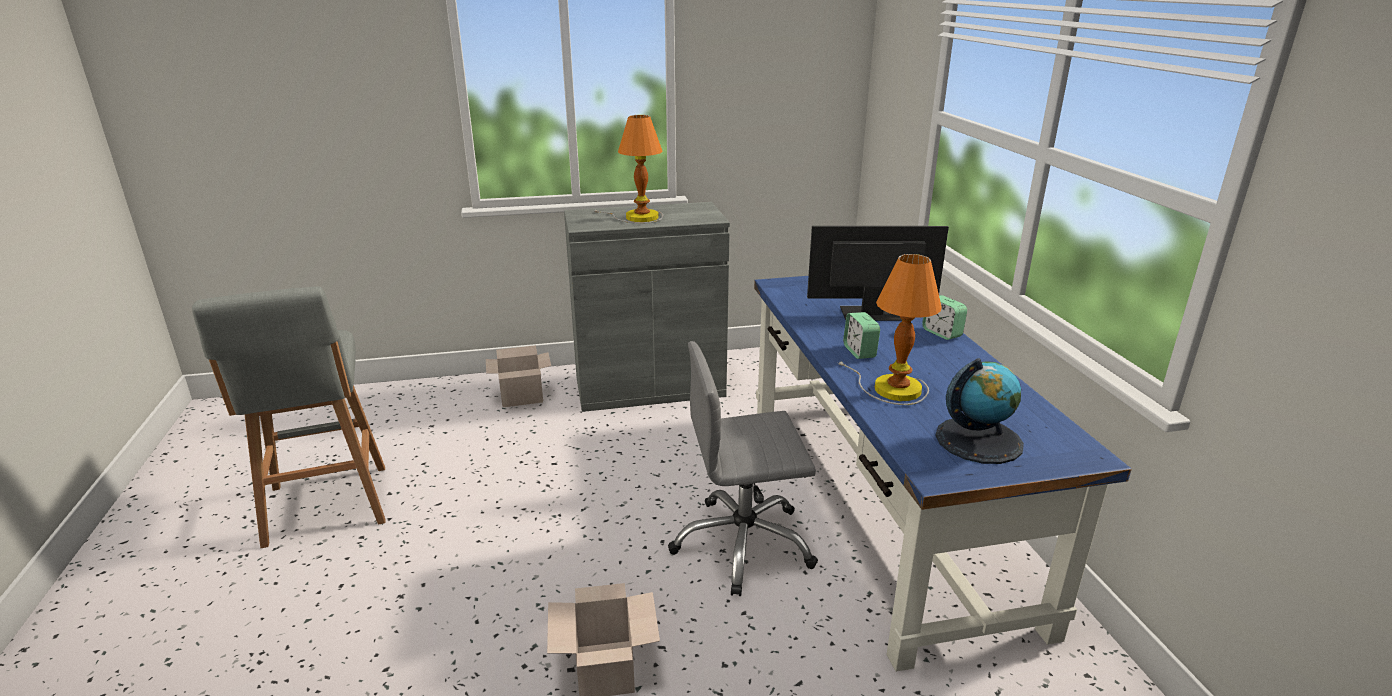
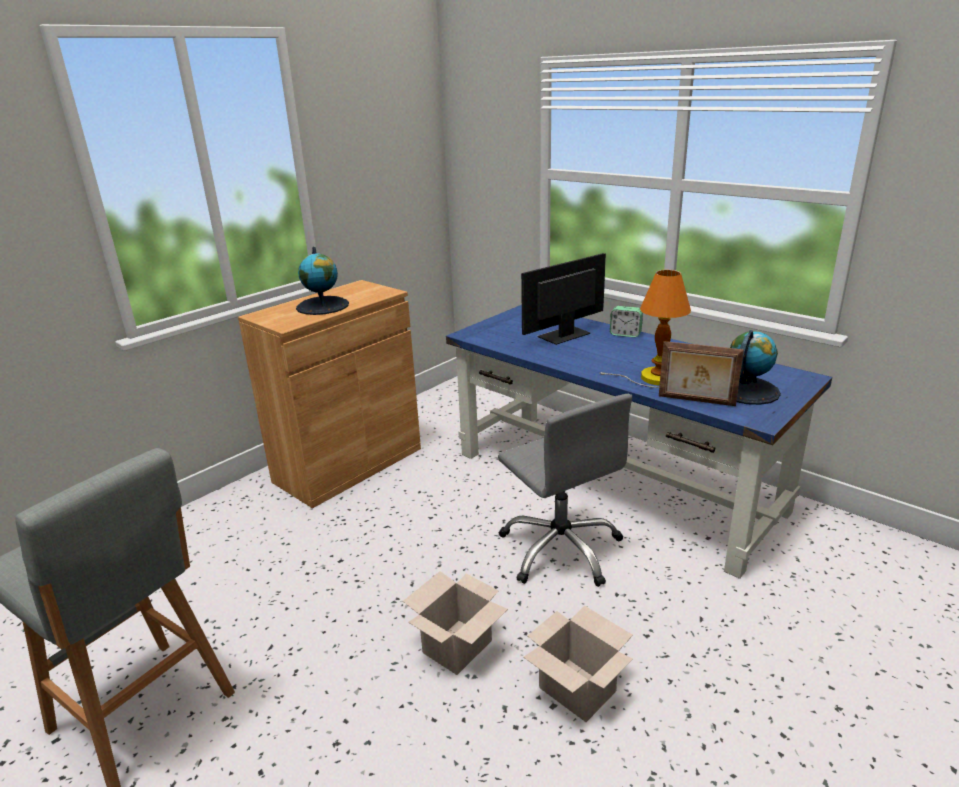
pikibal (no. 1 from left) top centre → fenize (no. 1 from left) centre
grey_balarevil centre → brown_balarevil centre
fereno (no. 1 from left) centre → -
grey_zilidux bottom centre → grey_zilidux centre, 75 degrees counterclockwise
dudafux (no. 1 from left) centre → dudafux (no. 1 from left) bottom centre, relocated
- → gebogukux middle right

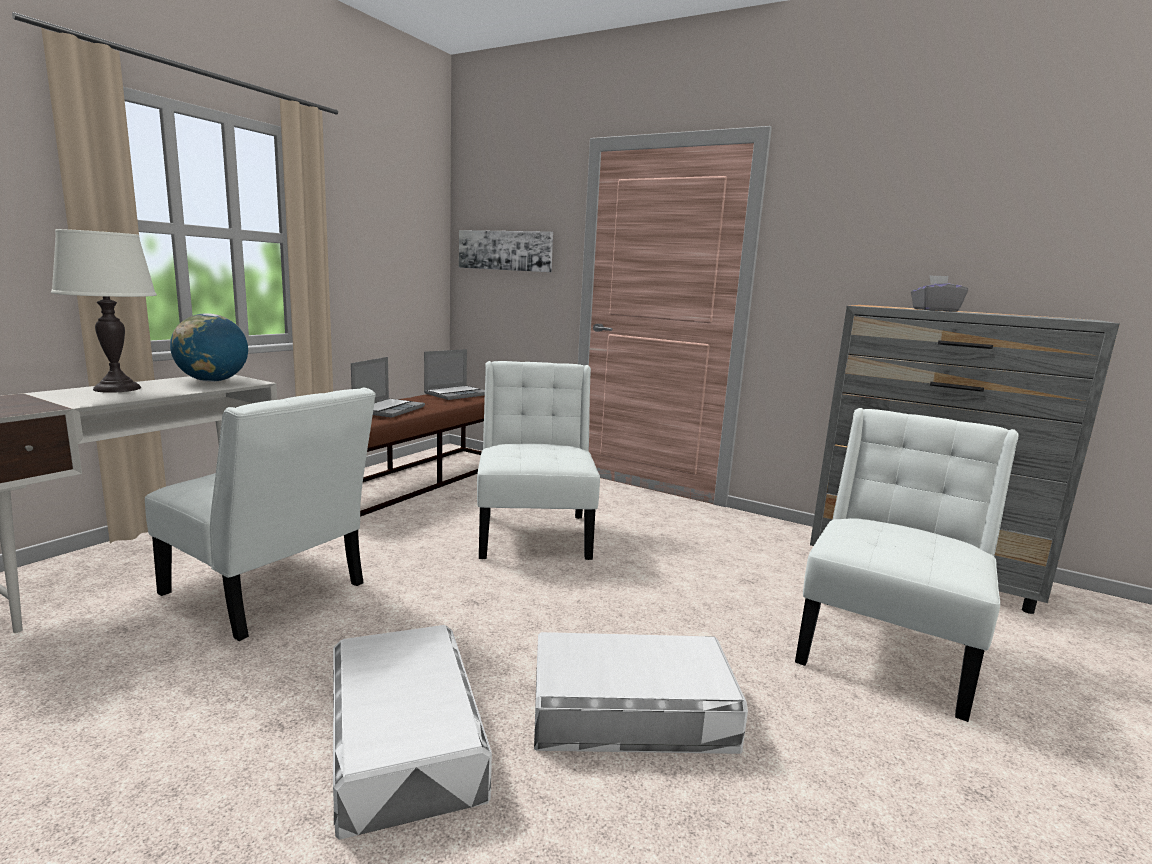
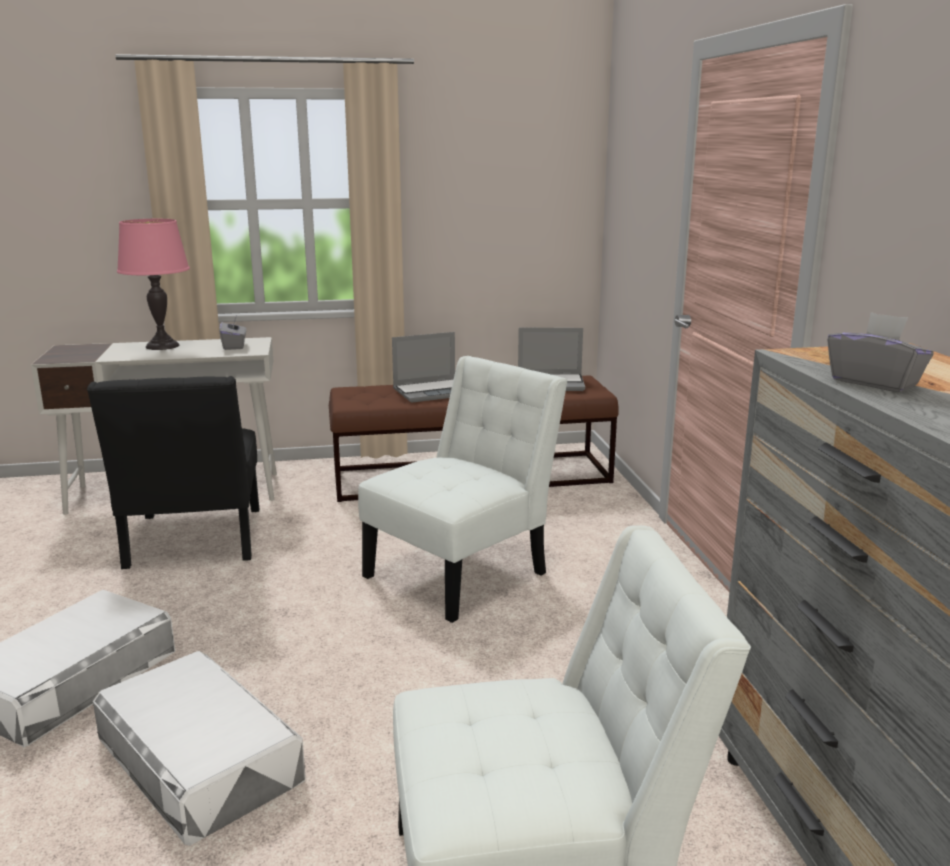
white_pikibal middle left → pink_pikibal top left
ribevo top centre → -
fenize middle left → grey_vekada (no. 1 from left) middle left
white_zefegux (no. 1 from left) middle left → black_zefegux middle left

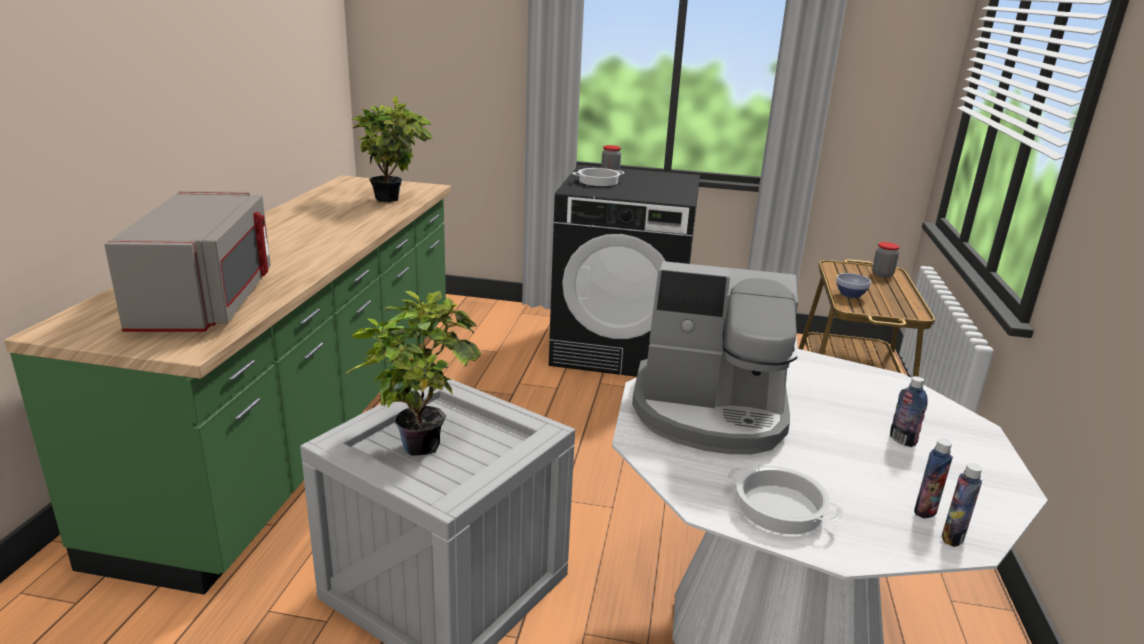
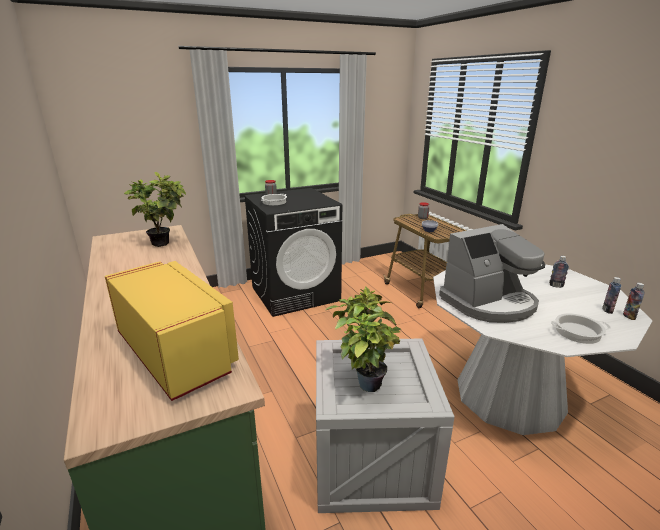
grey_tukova middle left → yellow_tukova middle left

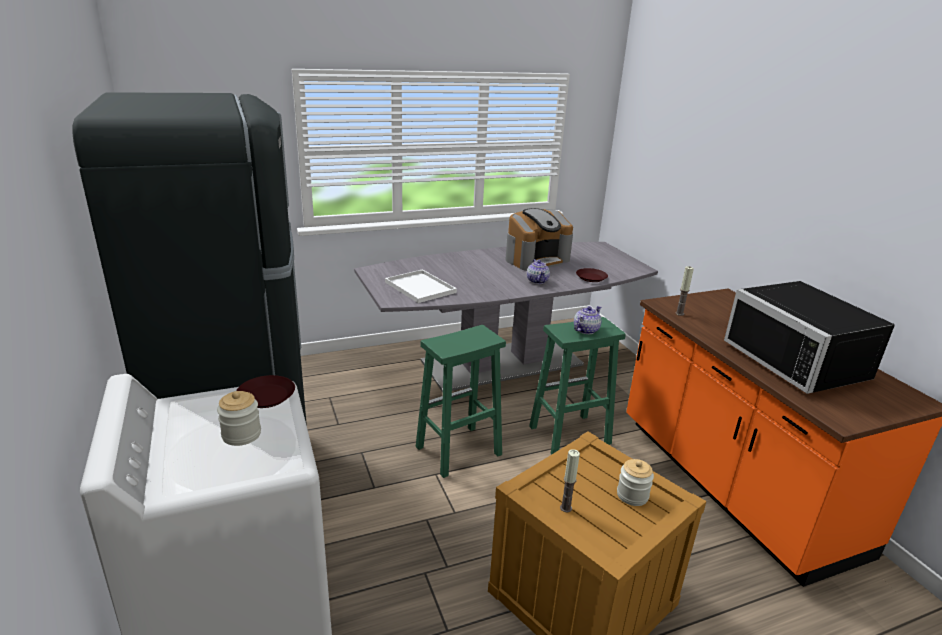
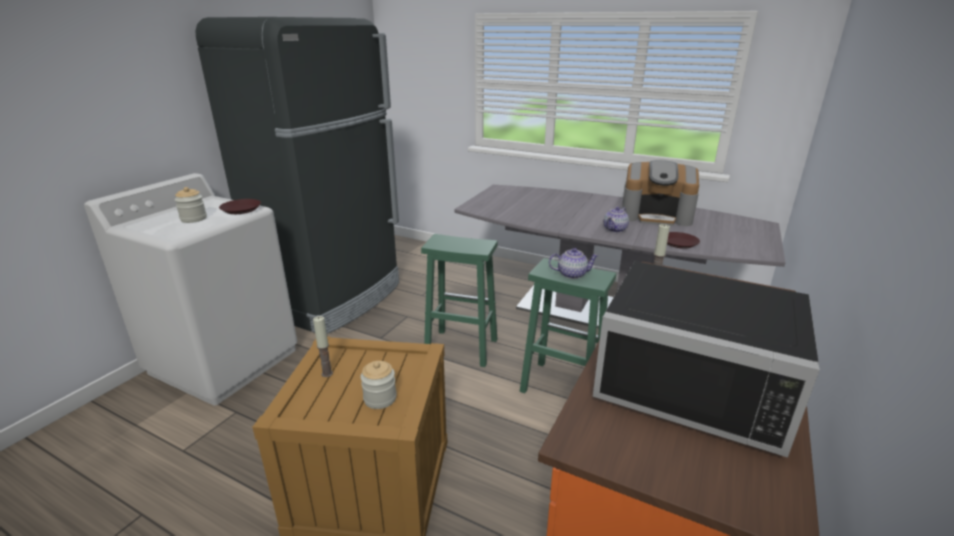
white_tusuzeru centre → -
black_tukova middle right → black_tukova bottom right, 90 degrees counterclockwise

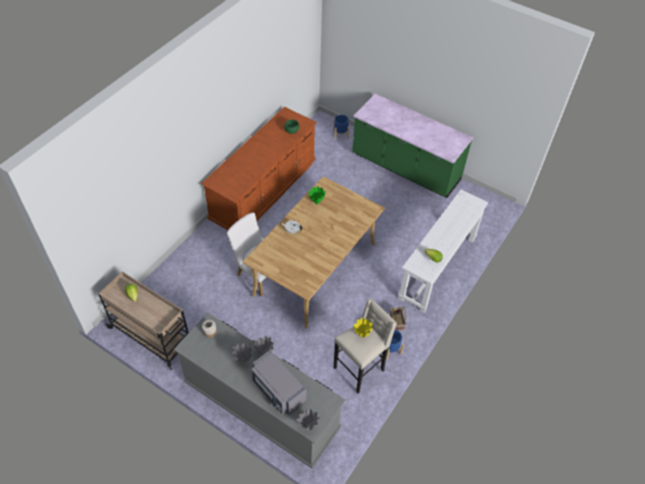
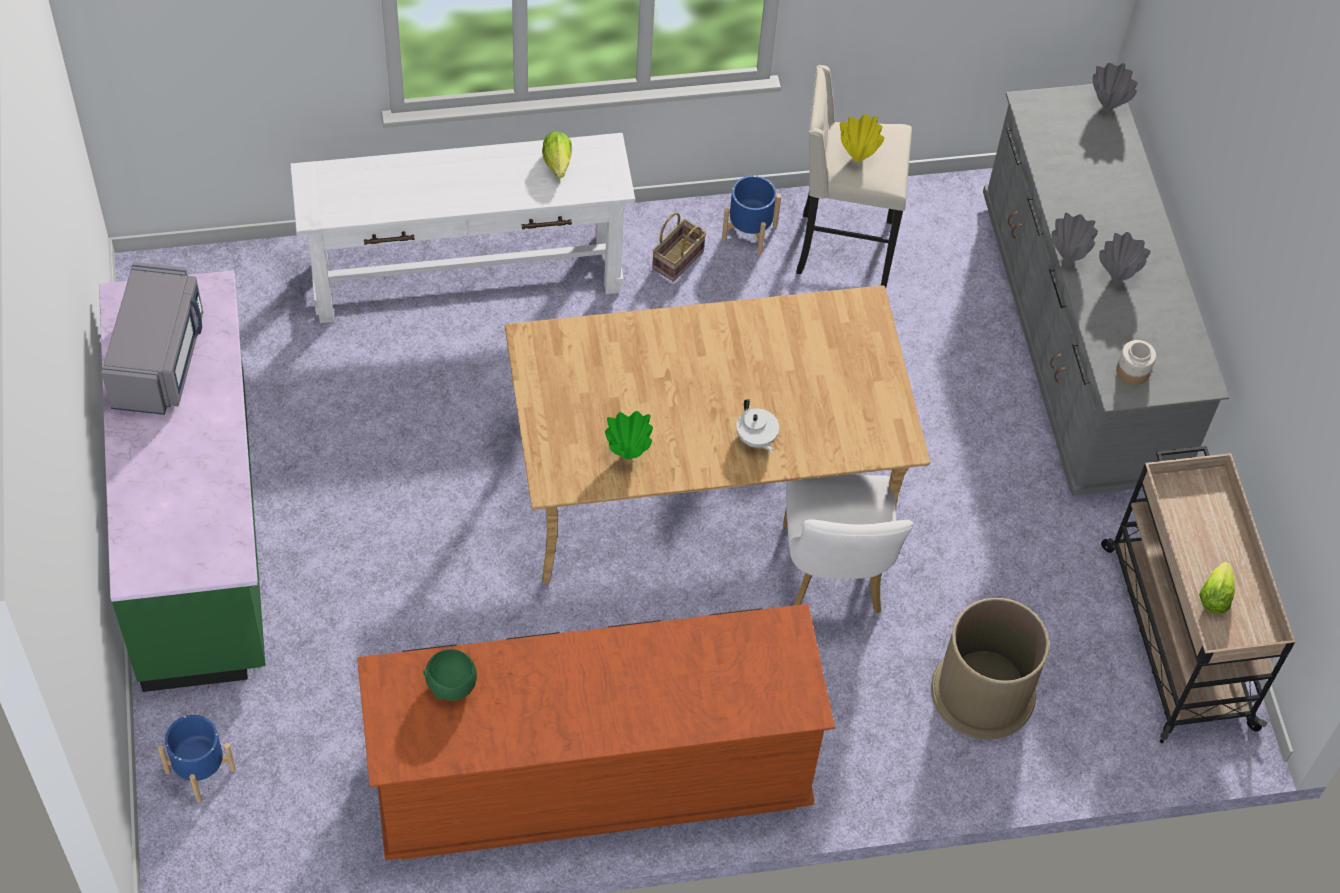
grey_tukova bottom centre → grey_tukova middle left, relocated
- → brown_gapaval bottom right

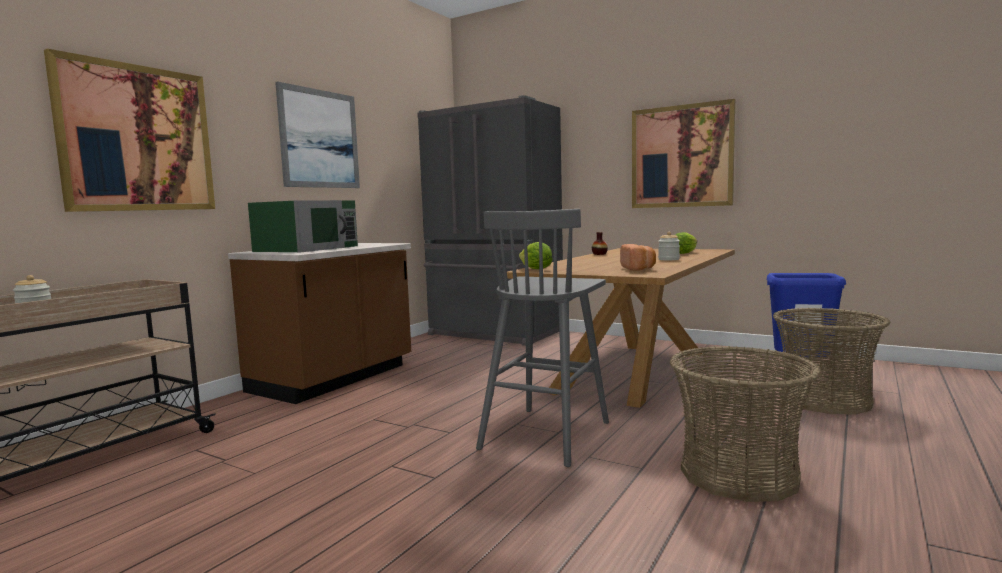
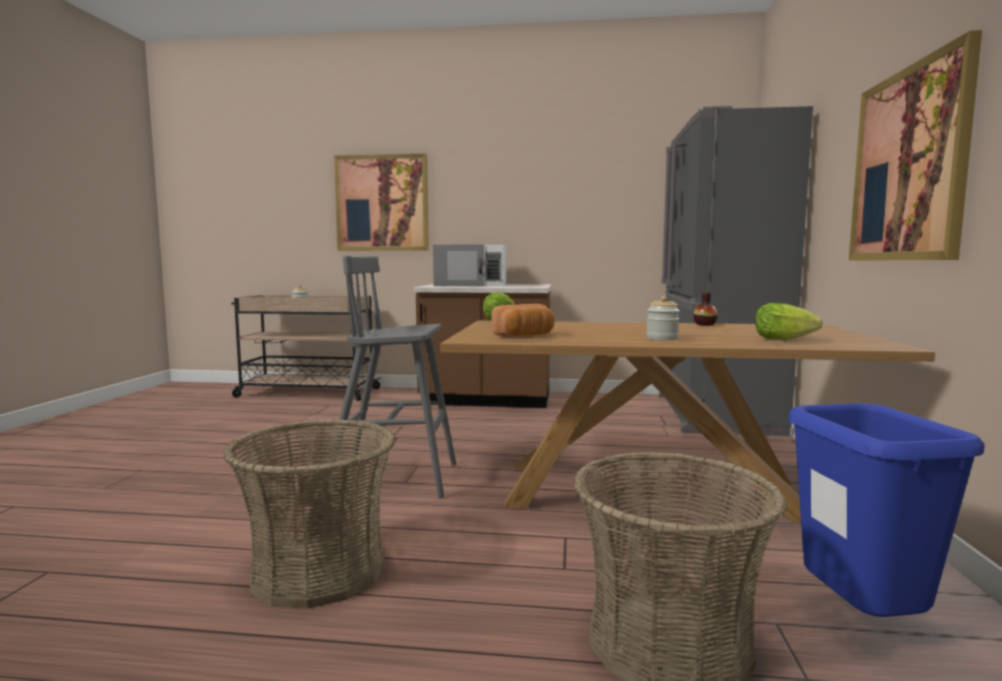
ribevo (no. 2 from left) top left → -
green_tukova middle left → white_tukova centre

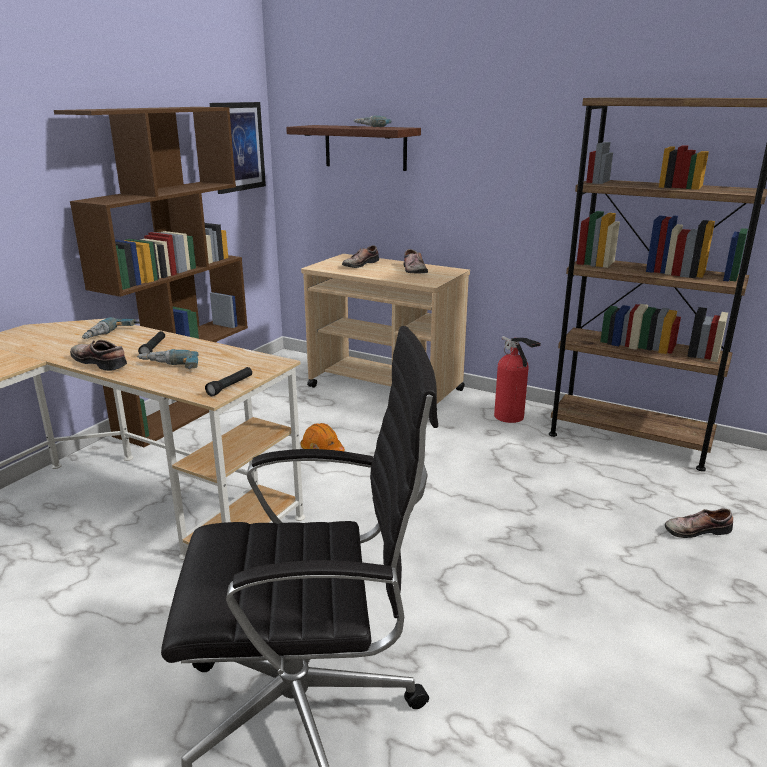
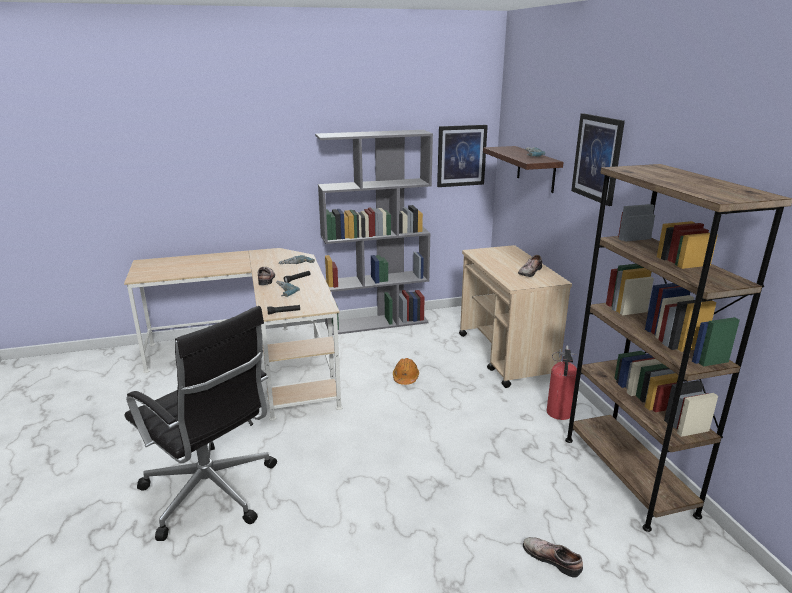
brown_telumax (no. 1 from left) middle left → grey_telumax centre
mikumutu (no. 2 from left) centre → -
- → ribevo (no. 2 from left) top right

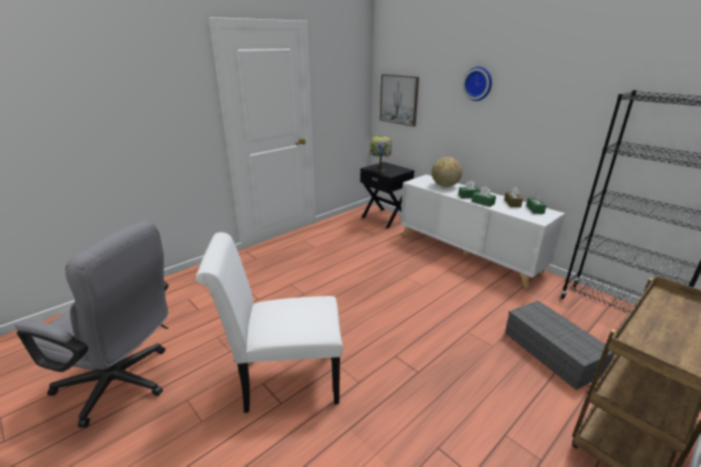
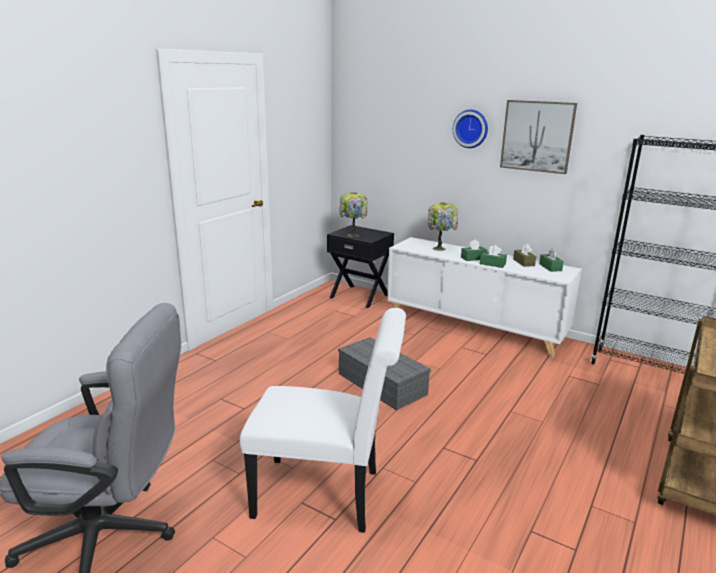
ribevo top centre → ribevo top right, relocated
fenize centre → pikibal (no. 2 from left) centre
white_zefegux bottom centre, 150 degrees counterclockwise
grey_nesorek bottom right → grey_nesorek centre, relocated

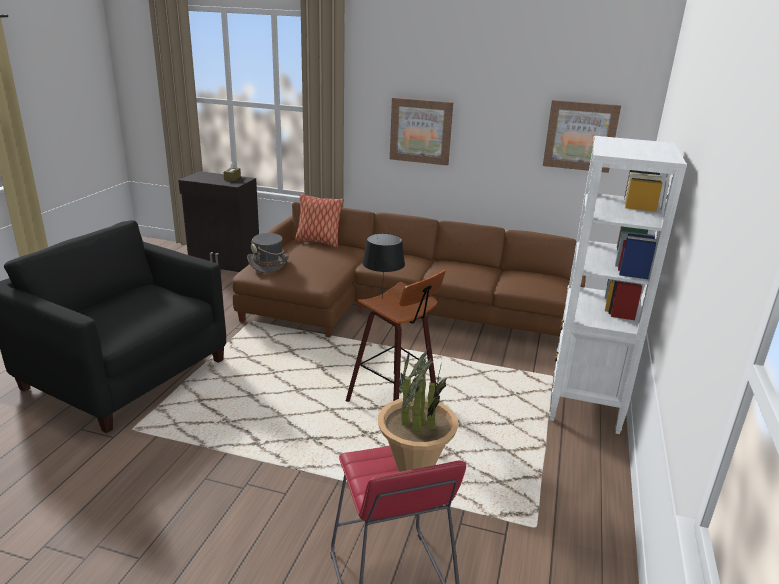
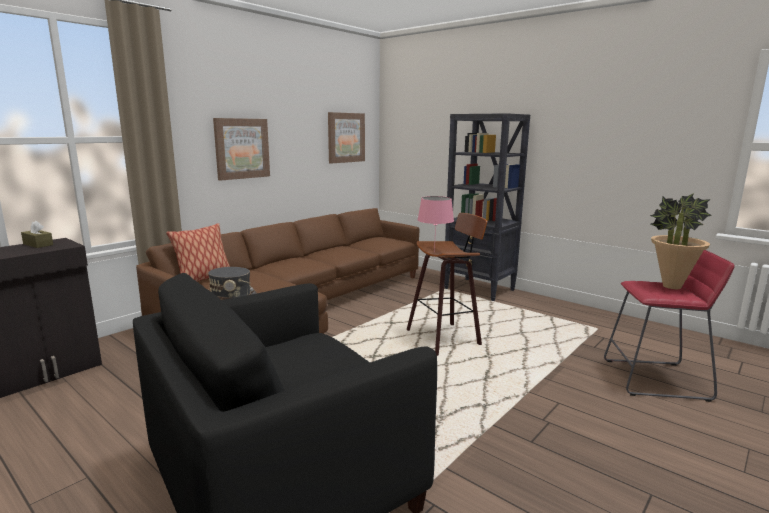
white_telumax middle right → black_telumax centre
black_pikibal centre → pink_pikibal centre

